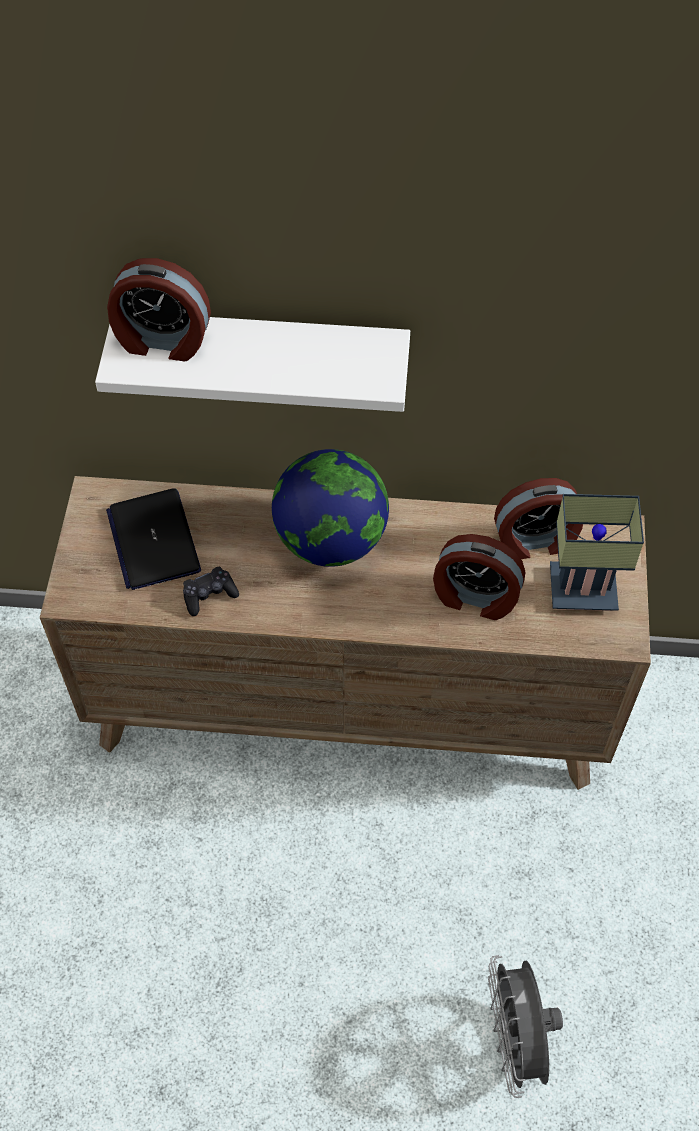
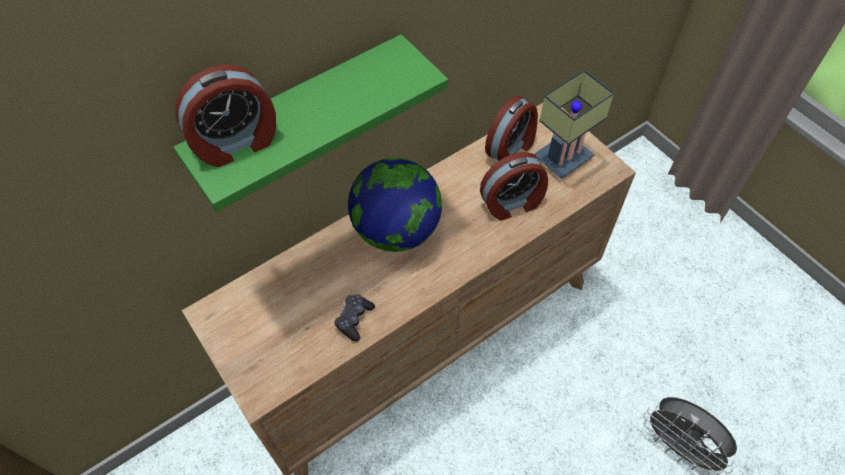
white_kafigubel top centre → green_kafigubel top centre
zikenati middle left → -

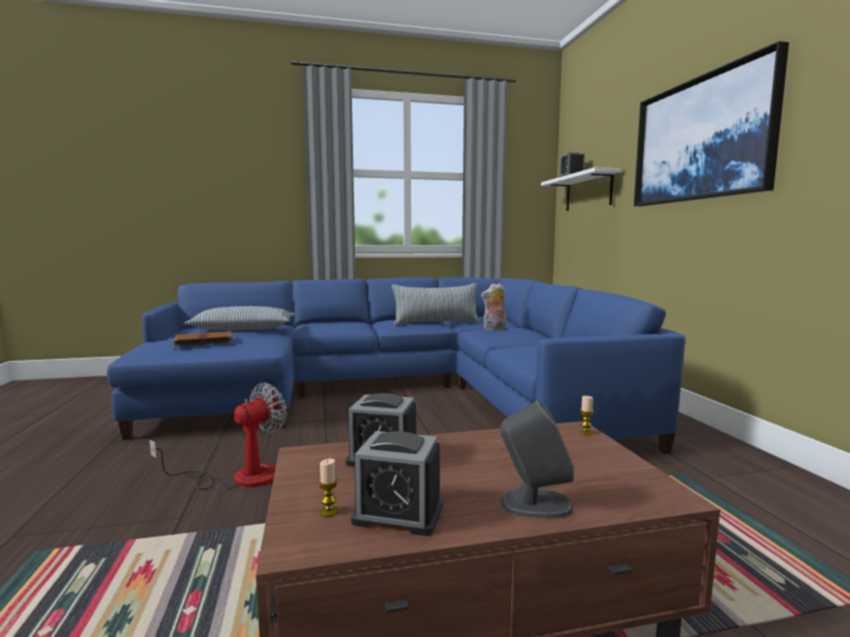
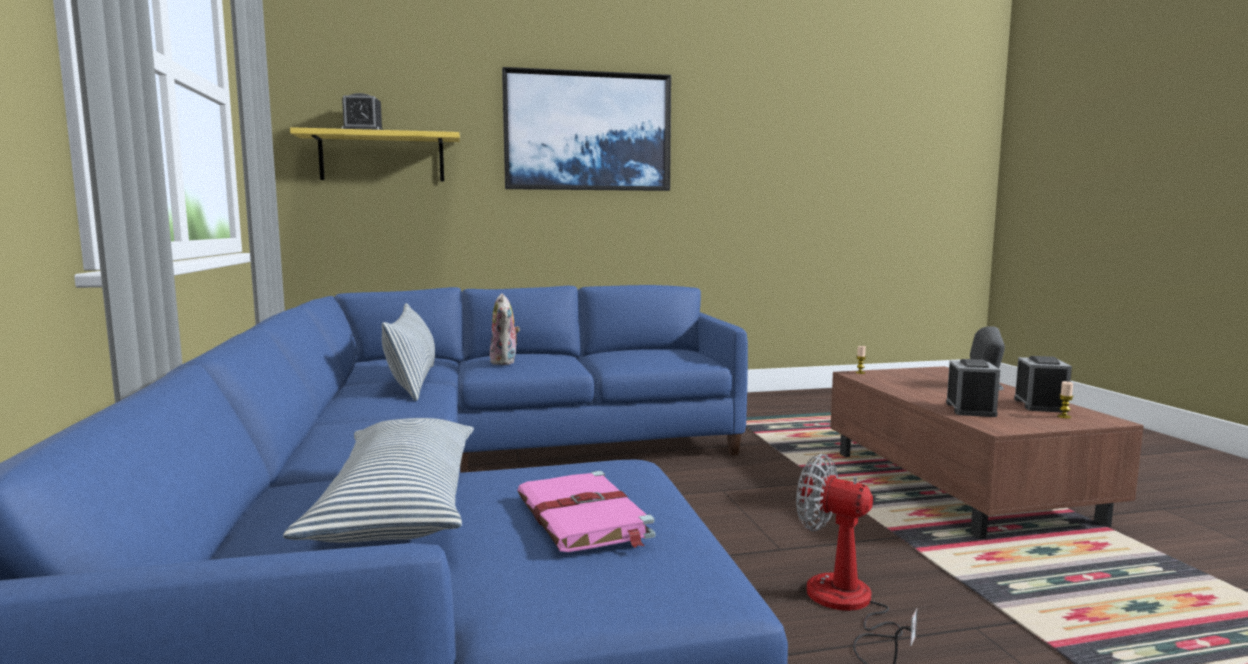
white_kafigubel top right → yellow_kafigubel top left
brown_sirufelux middle left → pink_sirufelux bottom centre

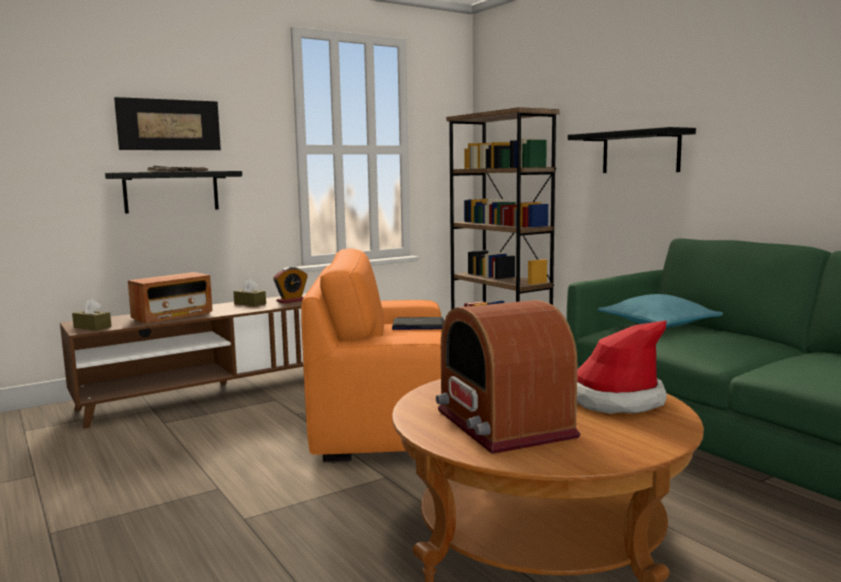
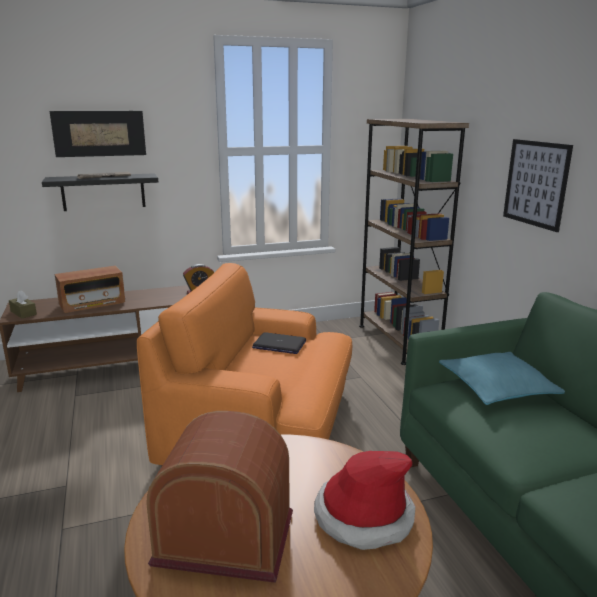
black_kafigubel (no. 2 from left) top right → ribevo (no. 2 from left) top right
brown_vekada (no. 2 from left) middle left → -
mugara (no. 2 from left) centre → mugara (no. 2 from left) bottom centre, 105 degrees clockwise

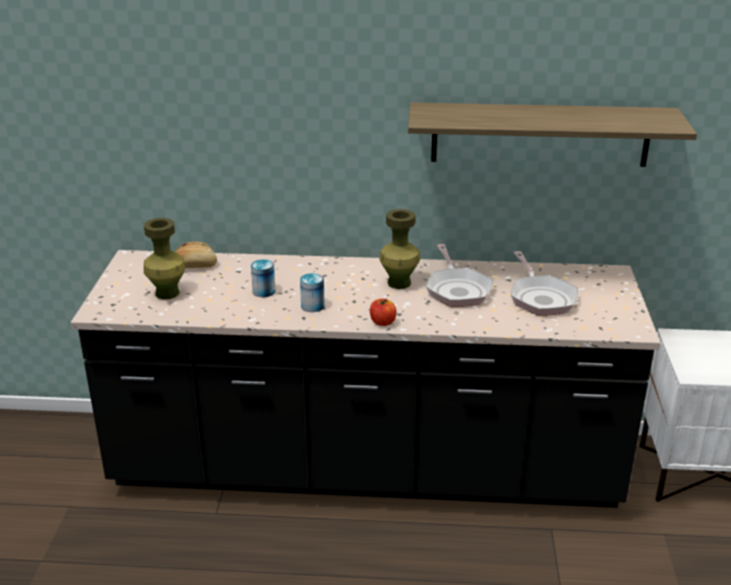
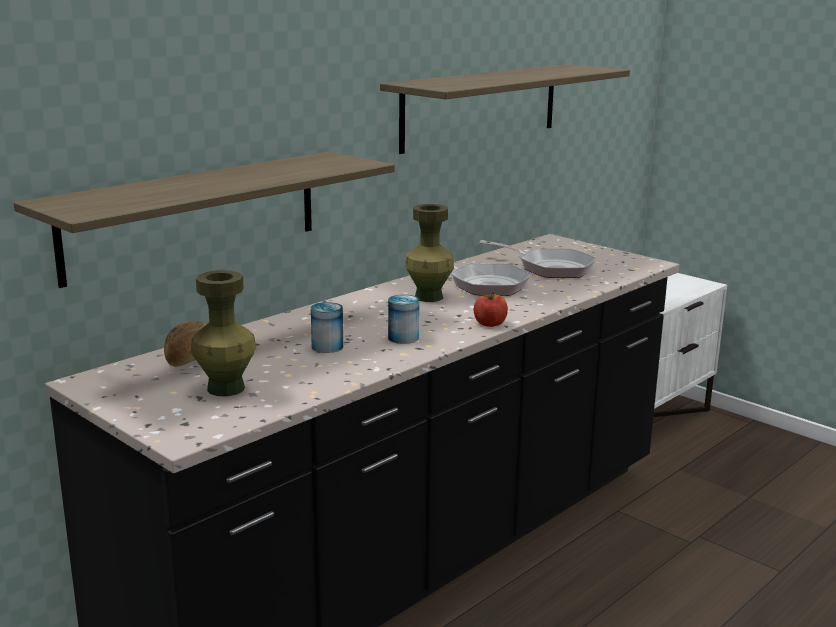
- → kafigubel (no. 1 from left) middle left

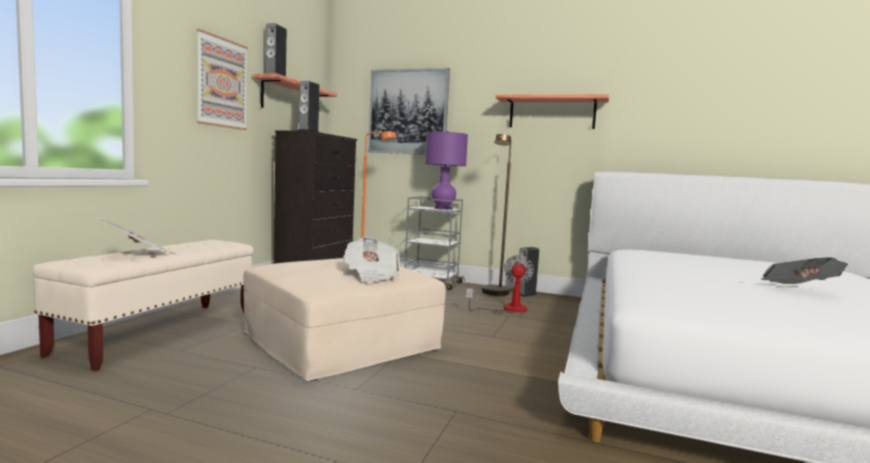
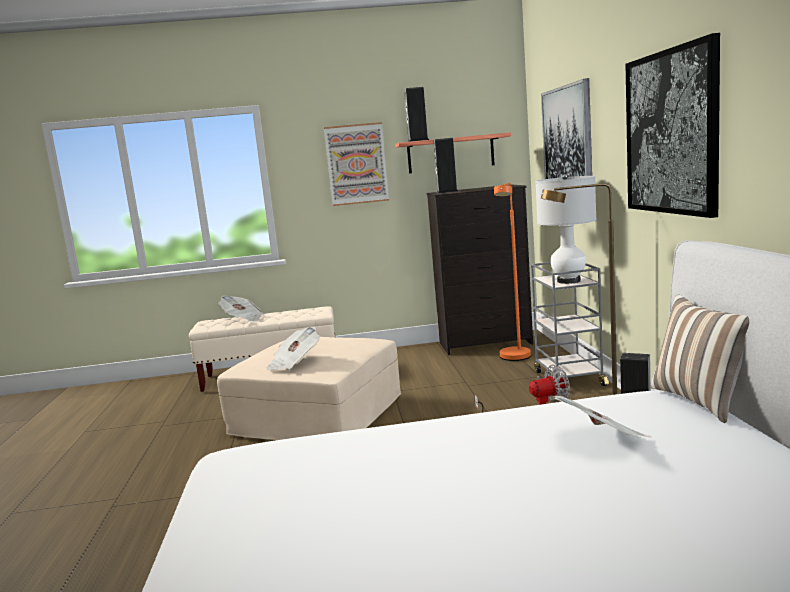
kafigubel (no. 2 from left) top centre → ribevo (no. 3 from left) top right
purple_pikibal centre → white_pikibal middle right
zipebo (no. 3 from left) middle right → zipebo (no. 3 from left) bottom right, relocated
- → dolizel middle right

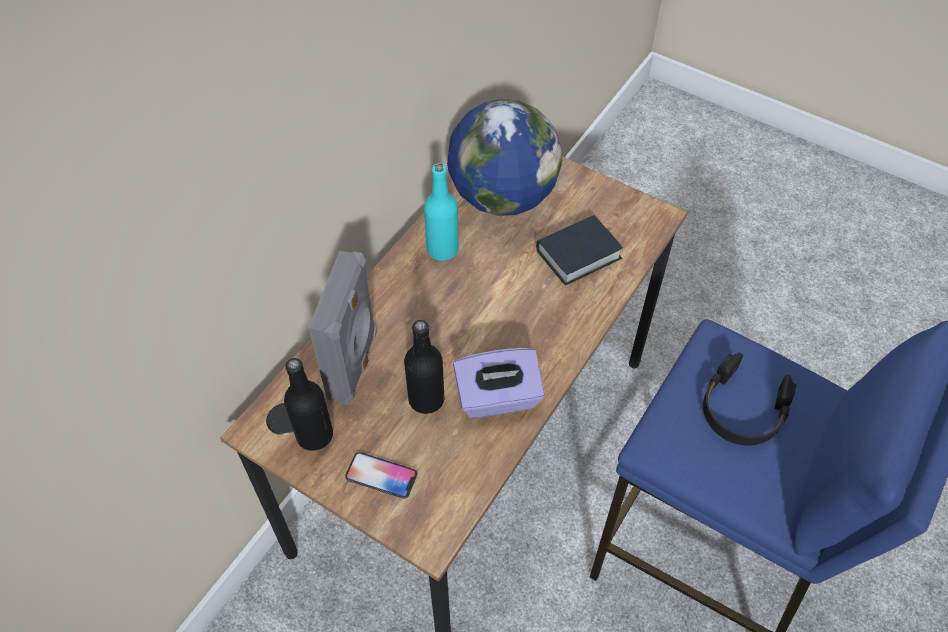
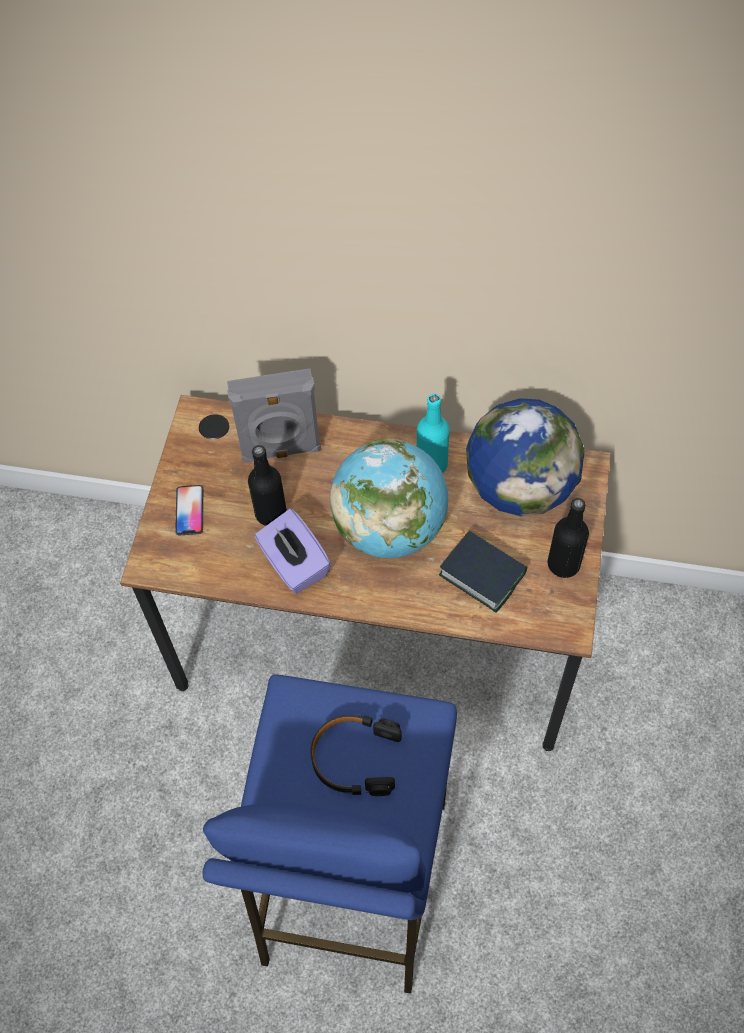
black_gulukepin (no. 1 from left in the first image) middle left → black_gulukepin (no. 2 from left) middle right, relocated
- → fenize (no. 1 from left) centre

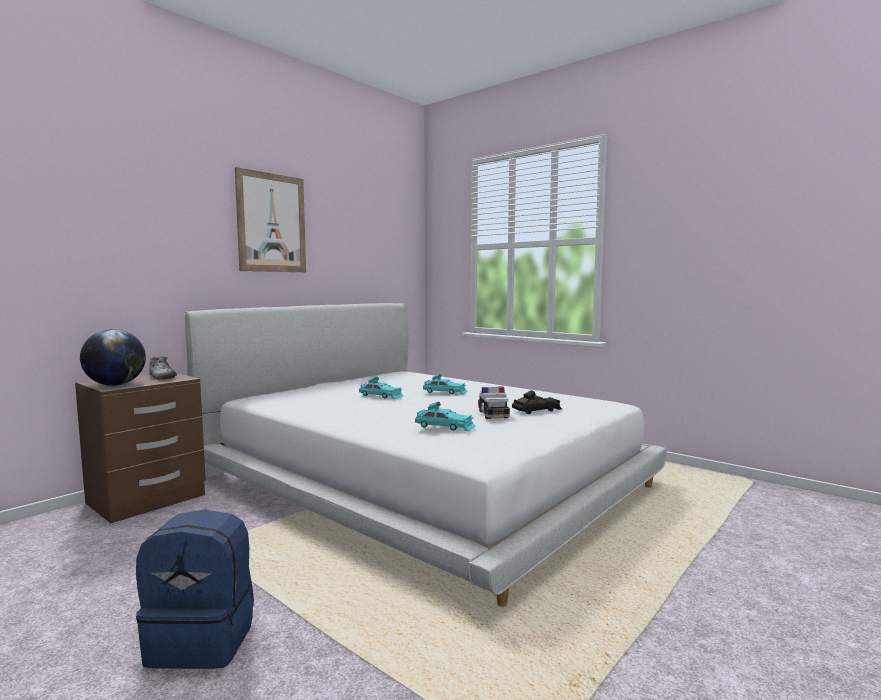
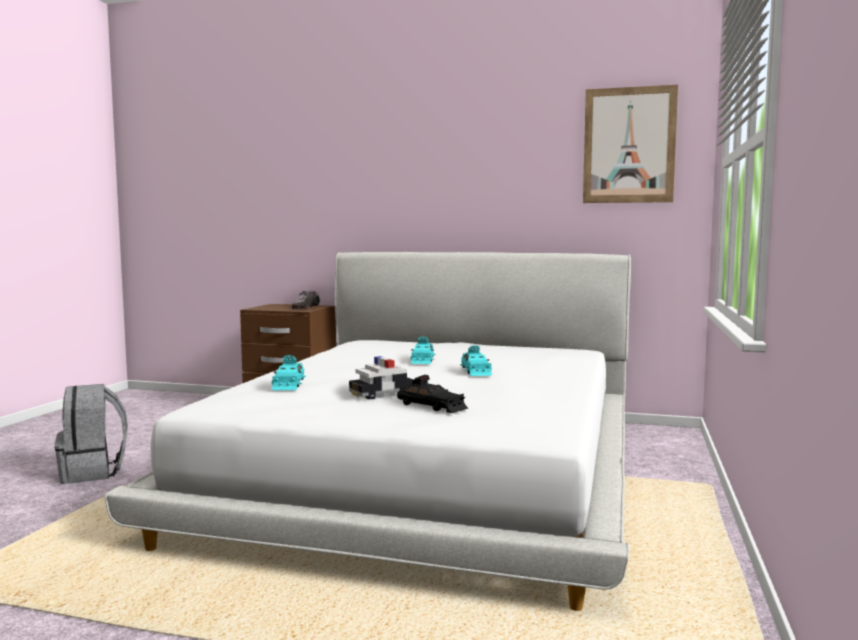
ribevo top left → ribevo top right, relocated
fenize middle left → -
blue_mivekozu bottom left → grey_mivekozu bottom left

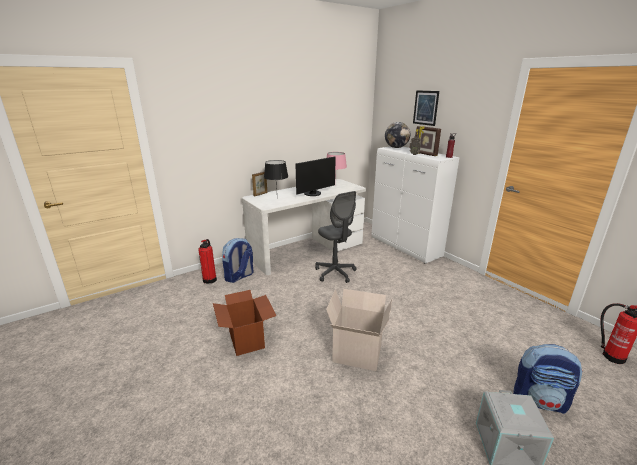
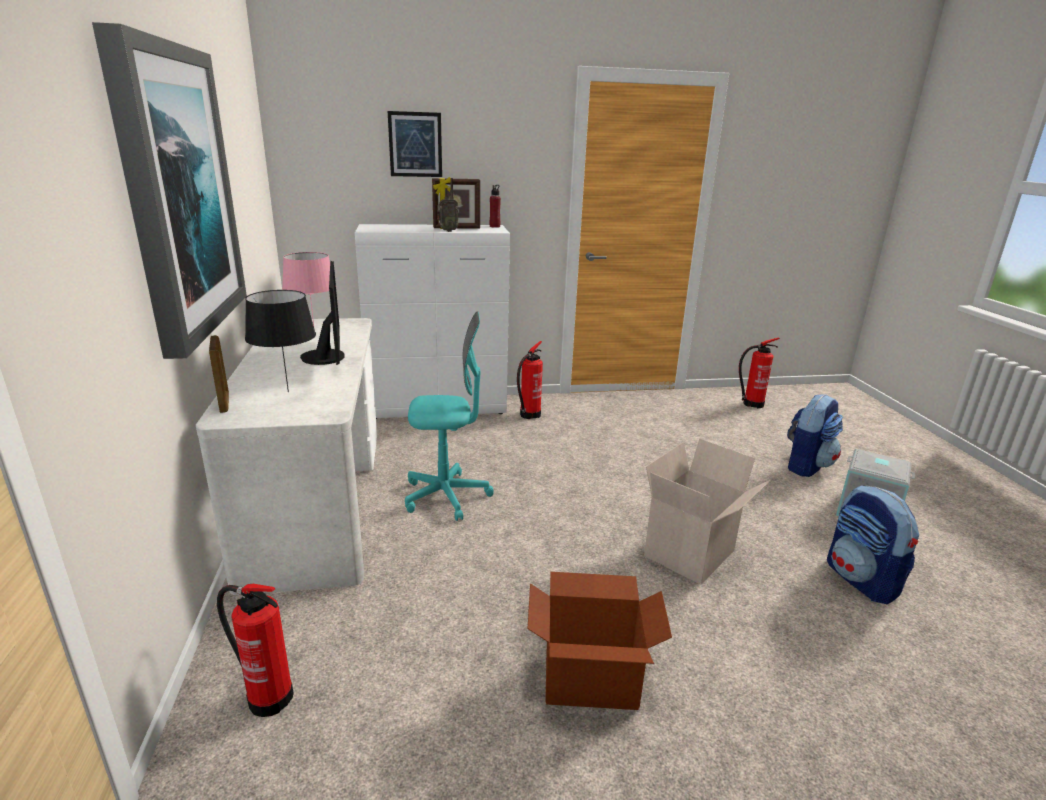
fenize top centre → -
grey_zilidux centre → turquoise_zilidux centre
mivekozu (no. 1 from left in the first image) centre → mivekozu (no. 2 from left) bottom right, relocated
- → ribevo (no. 1 from left) top left
- → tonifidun (no. 2 from left) centre

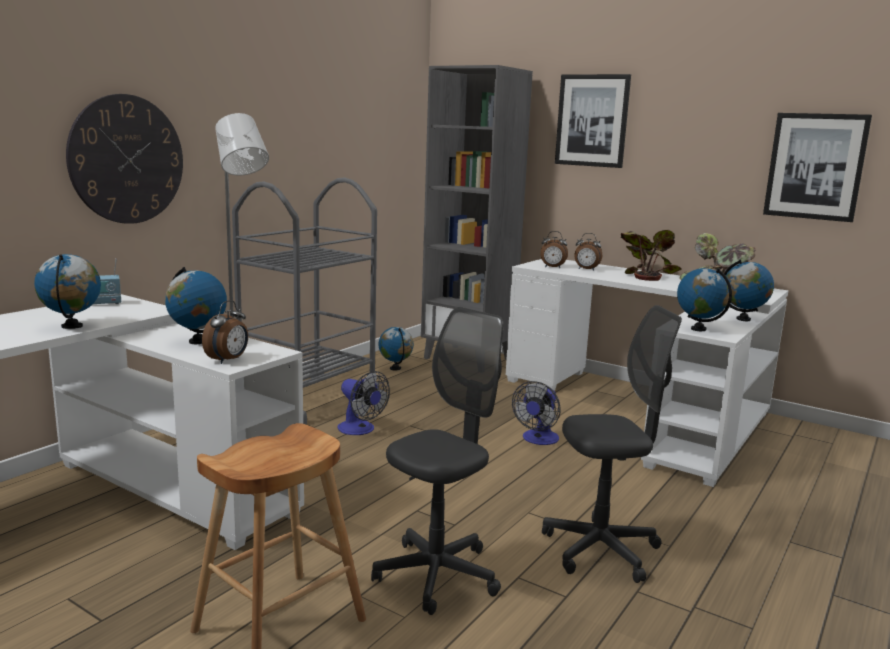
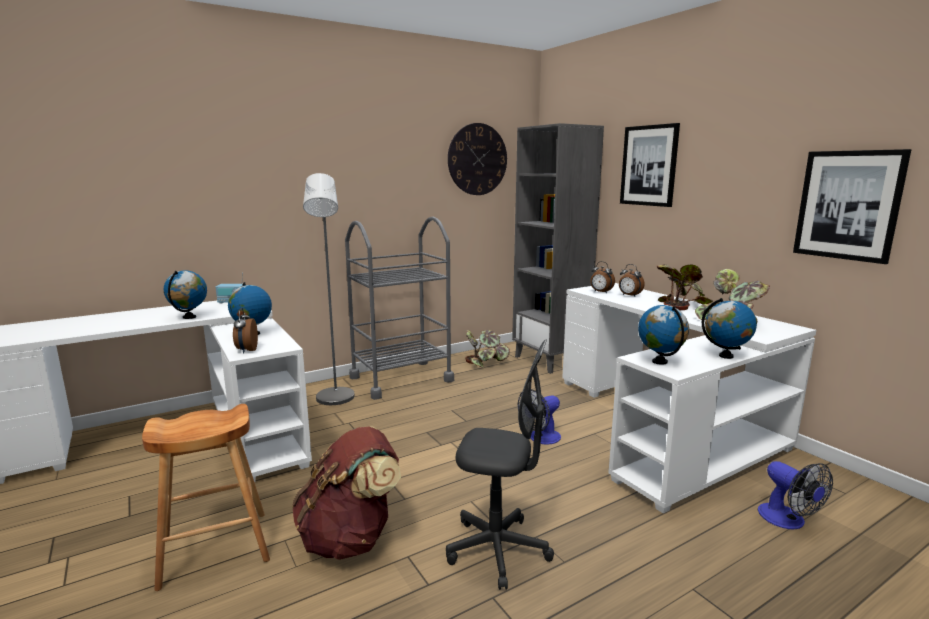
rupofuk top left → rupofuk top centre, relocated
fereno (no. 1 from left) middle left, 120 degrees clockwise
grey_zilidux (no. 1 from left) bottom centre → brown_mivekozu bottom centre
fenize (no. 3 from left) centre → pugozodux (no. 1 from left) centre
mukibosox (no. 1 from left in the first image) centre → mukibosox (no. 2 from left) bottom right, relocated

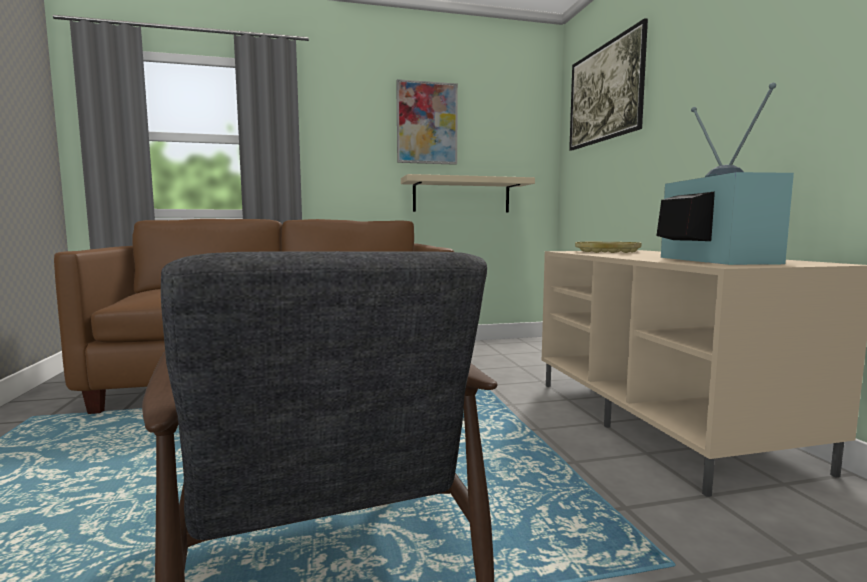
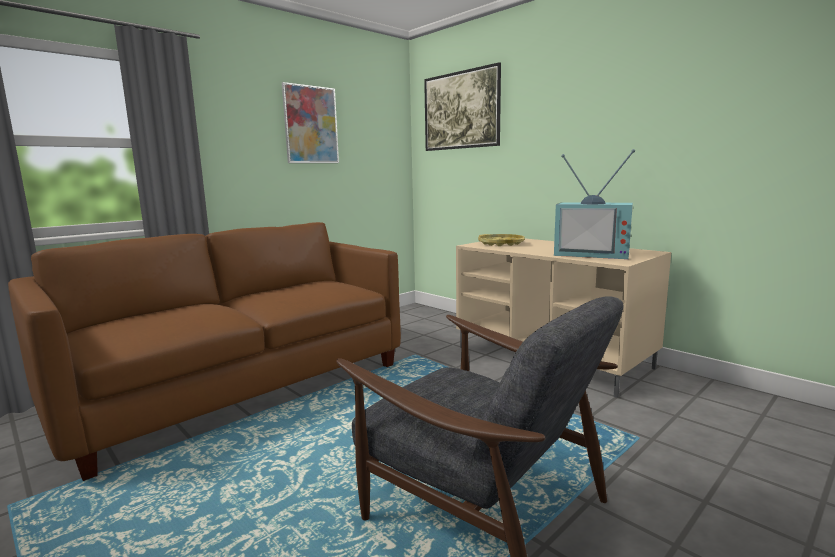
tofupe top right → tofupe middle right, 150 degrees clockwise
beige_kafigubel top centre → -

